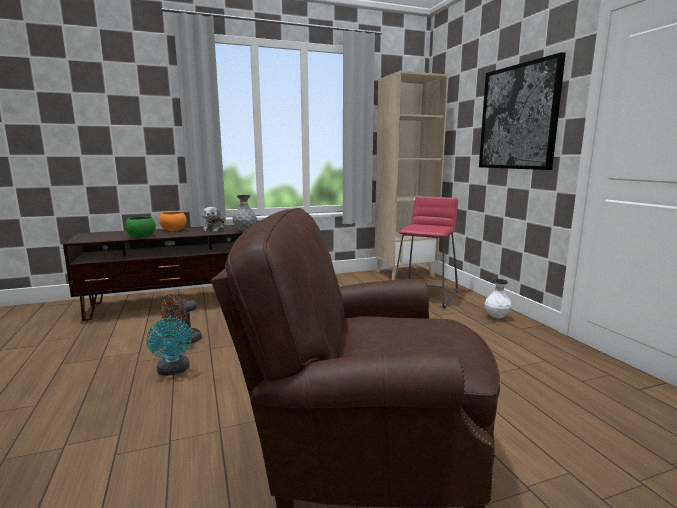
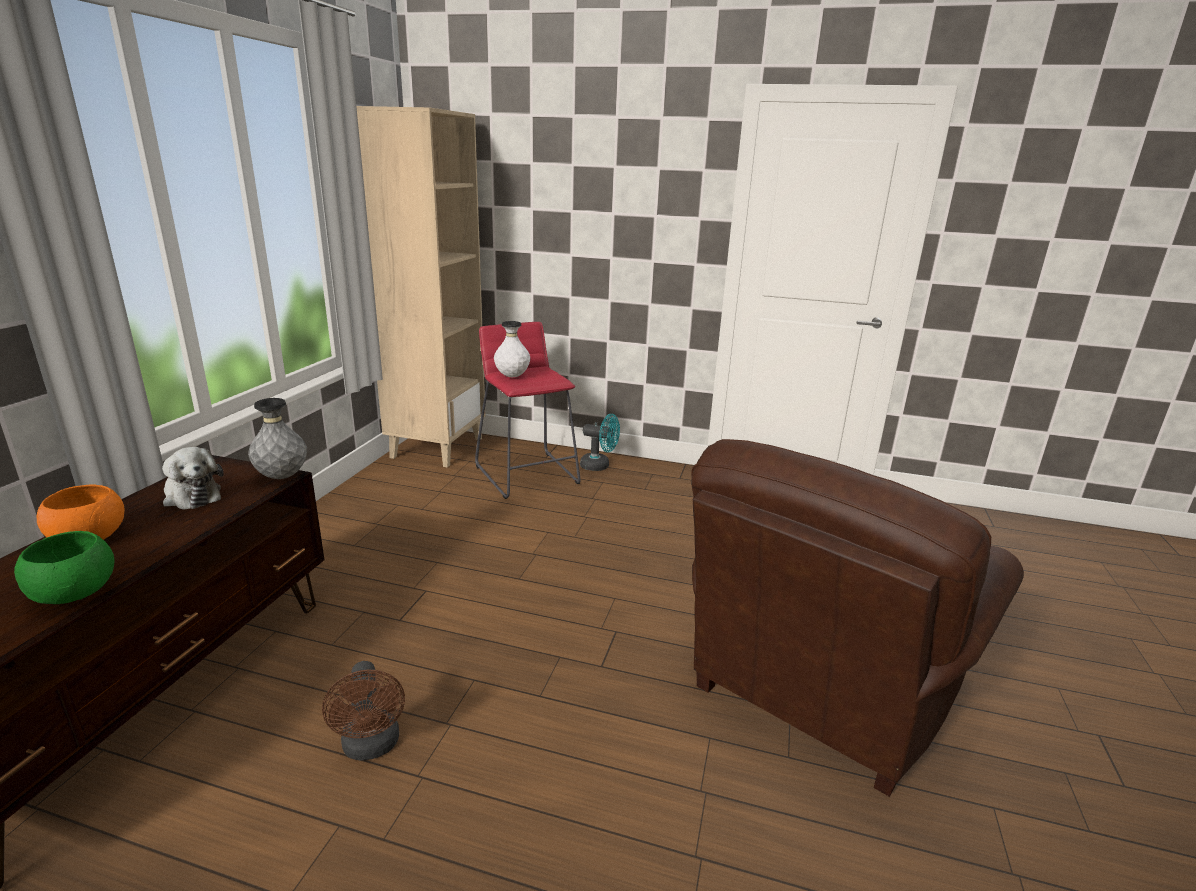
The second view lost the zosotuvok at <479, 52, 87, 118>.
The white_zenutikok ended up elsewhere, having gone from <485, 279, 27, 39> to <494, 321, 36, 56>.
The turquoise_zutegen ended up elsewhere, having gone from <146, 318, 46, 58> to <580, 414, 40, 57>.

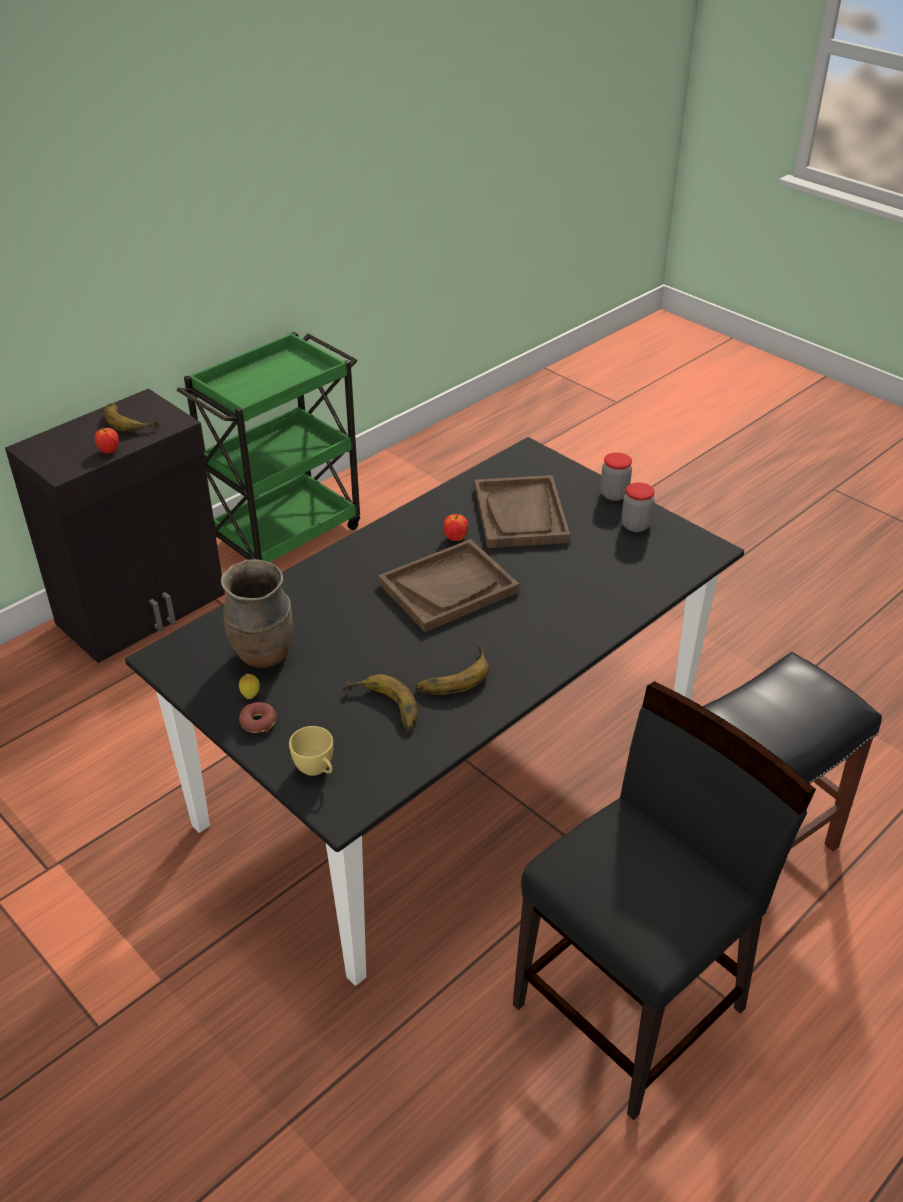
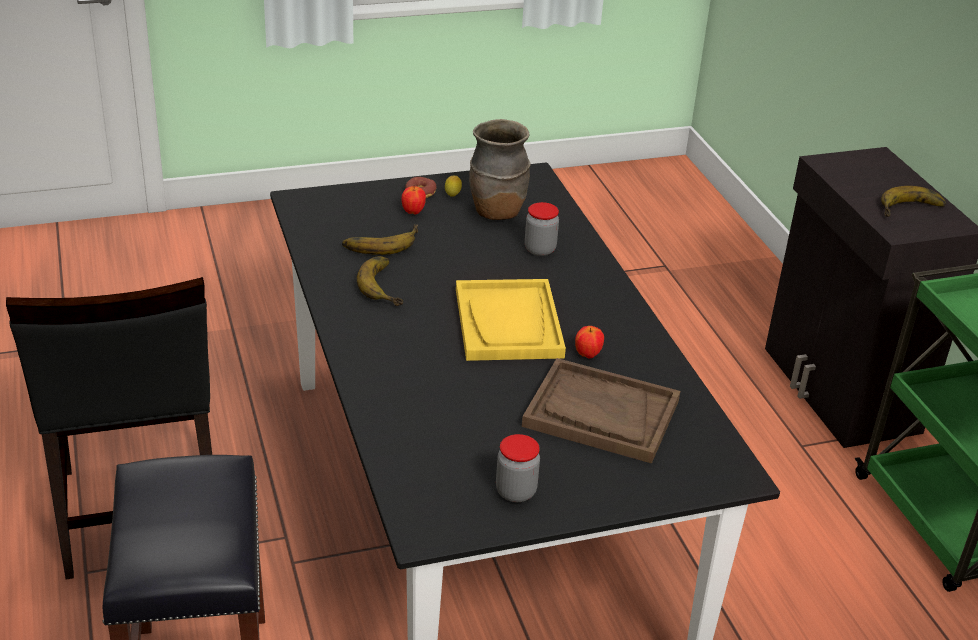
The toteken ended up elsewhere, having gone from <95, 428, 24, 26> to <402, 185, 24, 30>.
The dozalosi ended up elsewhere, having gone from <600, 452, 32, 49> to <525, 202, 34, 54>.
What was the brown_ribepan at <378, 539, 142, 93> turned into the yellow_ribepan at <456, 279, 110, 82>.
The second view lost the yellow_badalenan at <289, 726, 44, 50>.

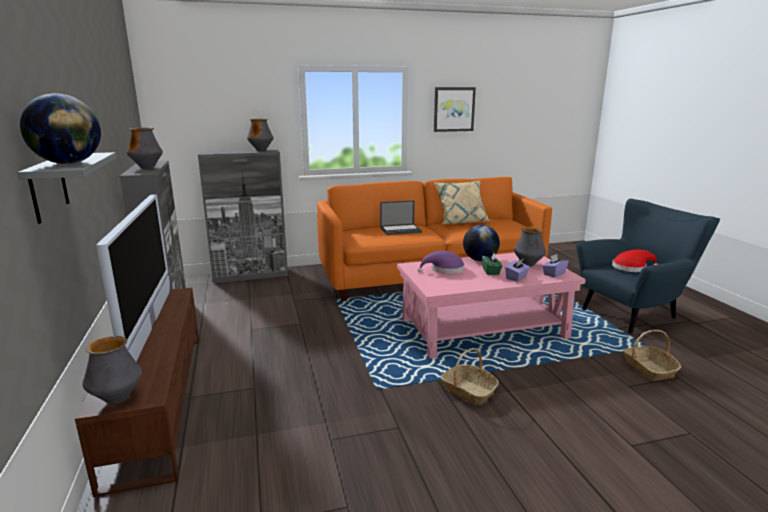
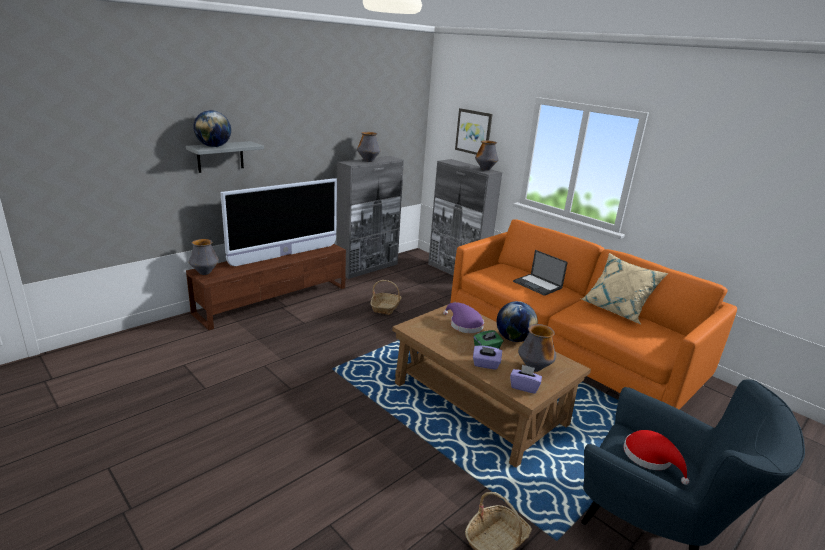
The zosotuvok ended up elsewhere, having gone from <434, 87, 42, 45> to <455, 108, 37, 47>.
What was the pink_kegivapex at <397, 253, 189, 106> turned into the brown_kegivapex at <392, 302, 199, 166>.
The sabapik ended up elsewhere, having gone from <441, 348, 58, 57> to <371, 280, 30, 35>.

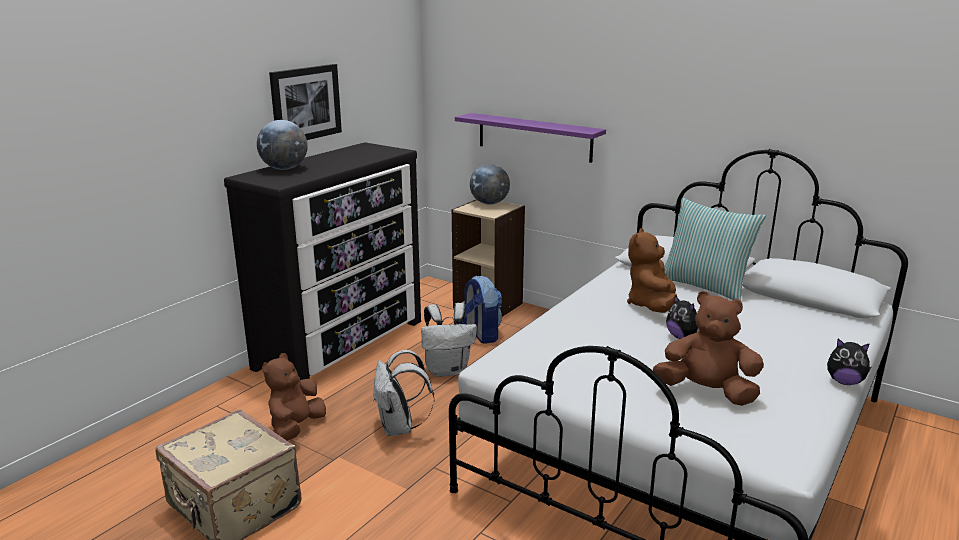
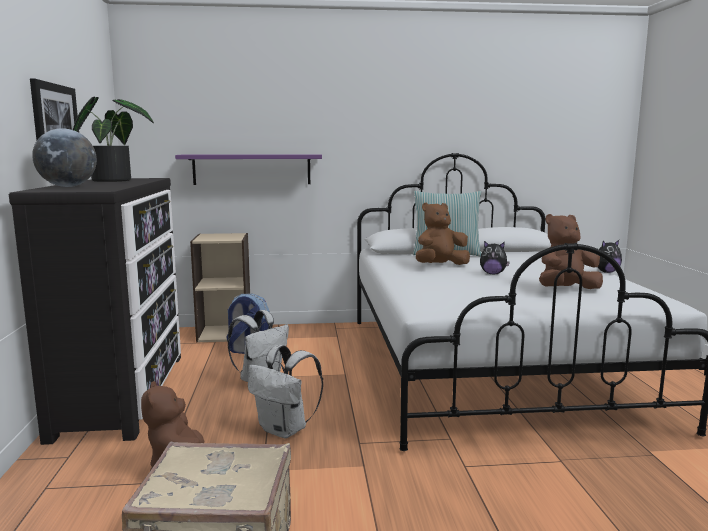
The second view lost the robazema at <470, 164, 40, 41>.
The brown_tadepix at <627, 228, 50, 85> ended up facing another way, 90 degrees clockwise from before.
The second view gained the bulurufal at <73, 97, 81, 85>.

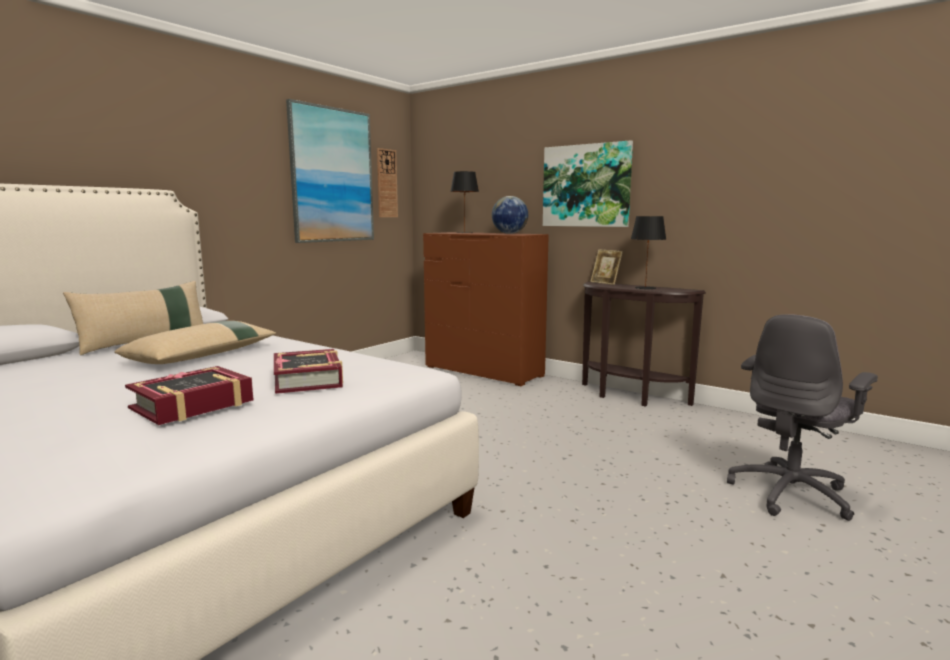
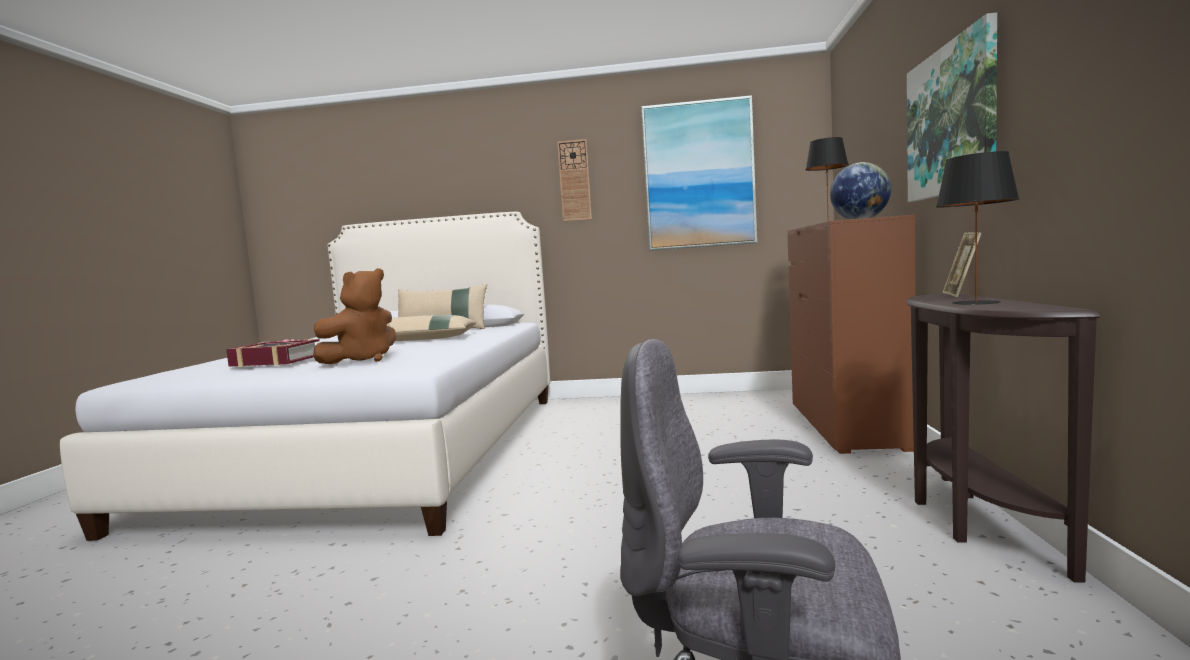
The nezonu ended up elsewhere, having gone from <377, 148, 21, 69> to <557, 139, 35, 83>.
Where the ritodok stood at <274, 349, 69, 45>, the brown_tadepix came to stand at <313, 268, 83, 96>.

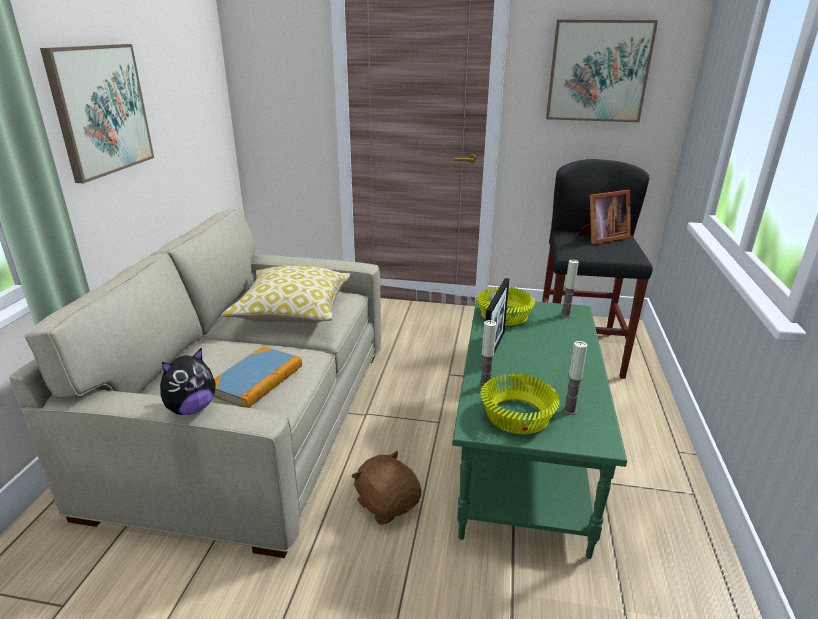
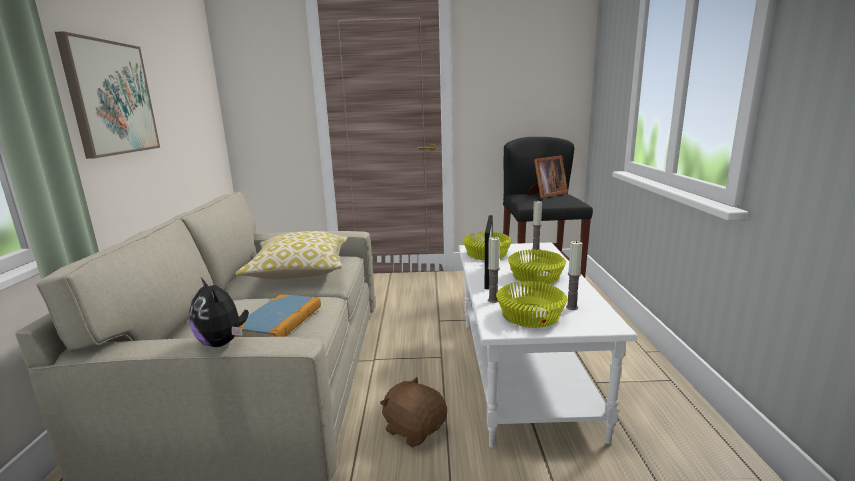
The second view lost the zosotuvok at <546, 20, 112, 102>.
What was the green_kegivapex at <452, 298, 175, 261> turned into the white_kegivapex at <458, 242, 179, 206>.
The tadepix at <160, 347, 56, 68> ended up facing another way, 105 degrees clockwise from before.
The second view gained the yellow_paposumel at <508, 249, 58, 35>.

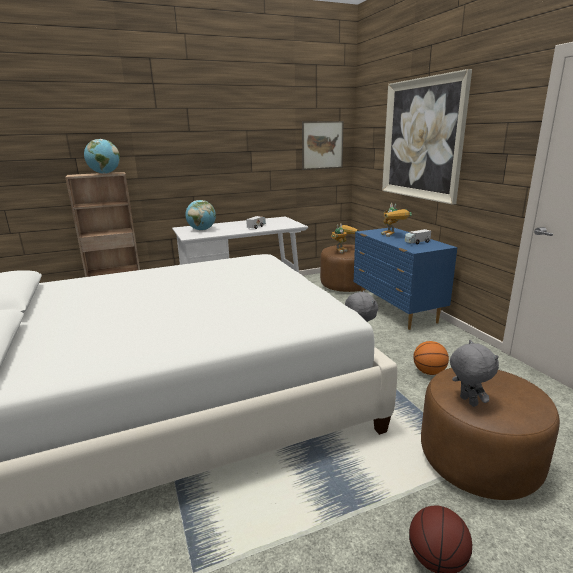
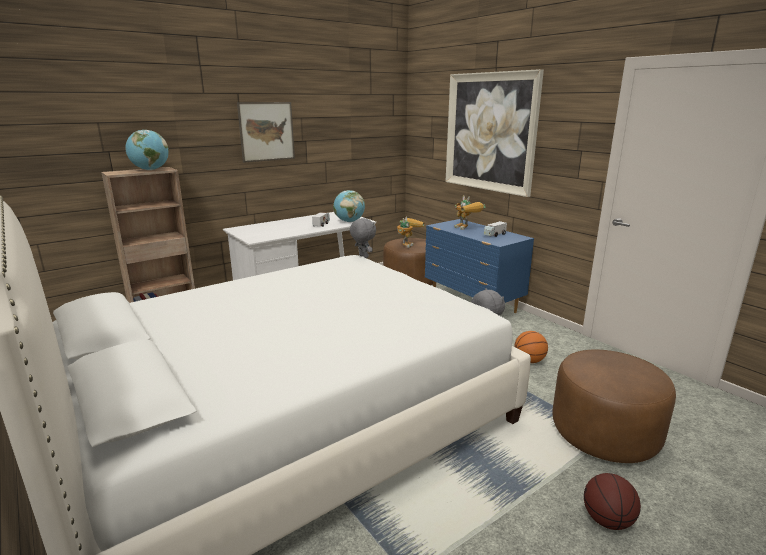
The zosotuvok ended up elsewhere, having gone from <302, 121, 42, 49> to <237, 102, 58, 61>.
The robazema ended up elsewhere, having gone from <185, 200, 31, 31> to <333, 190, 32, 32>.
The grey_tadepix ended up elsewhere, having gone from <450, 340, 49, 67> to <350, 218, 26, 40>.

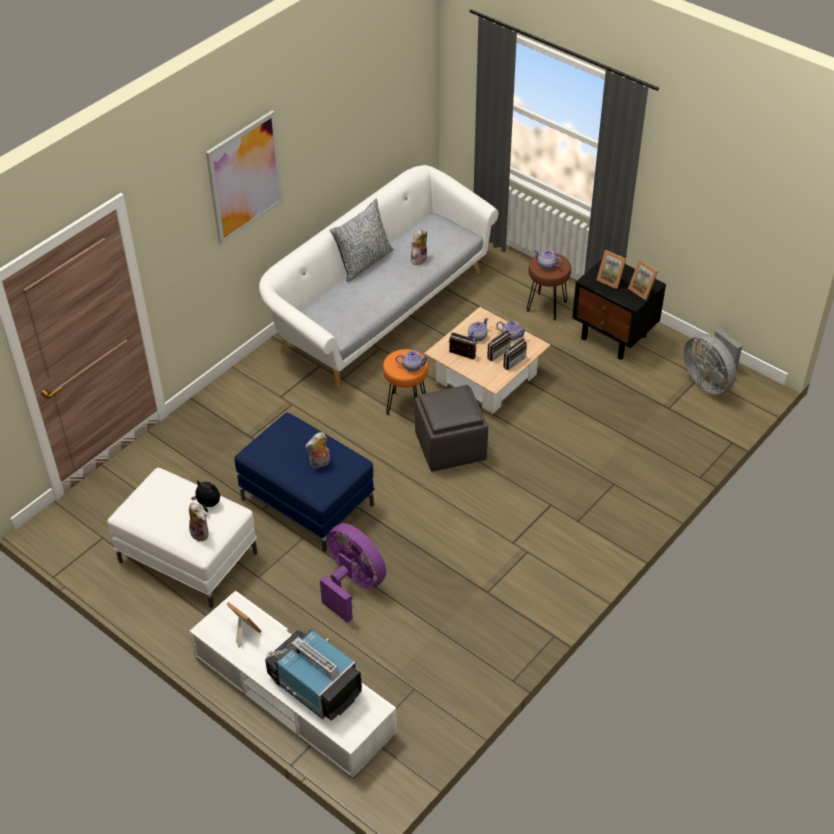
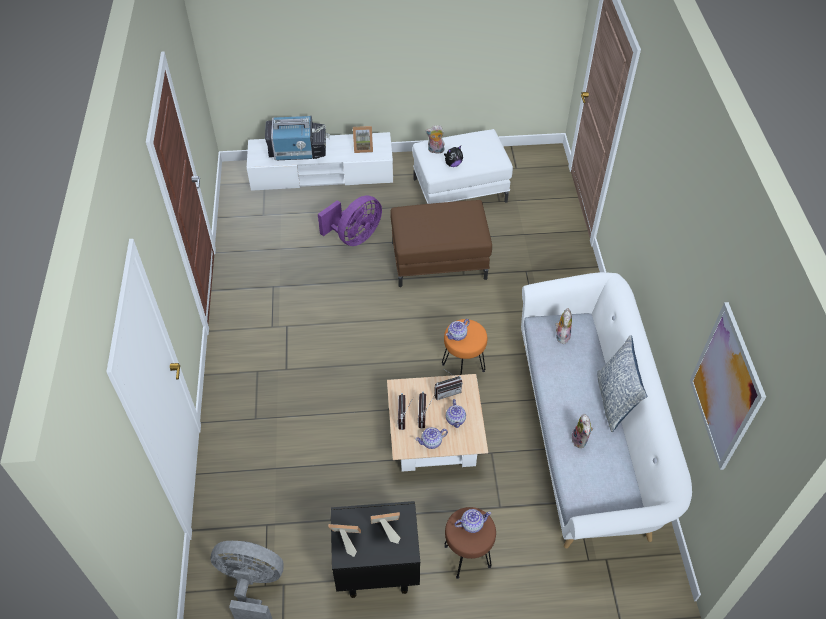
The zosotuvok ended up elsewhere, having gone from <206, 110, 77, 135> to <690, 302, 76, 168>.
The second view lost the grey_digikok at <414, 385, 74, 87>.
What was the blue_digikok at <234, 413, 141, 139> turned into the brown_digikok at <390, 200, 102, 87>.
The tadepix ended up elsewhere, having gone from <305, 432, 25, 37> to <555, 308, 17, 36>.
The purple_zutegen at <320, 523, 66, 100> ended up facing another way, 45 degrees counterclockwise from before.

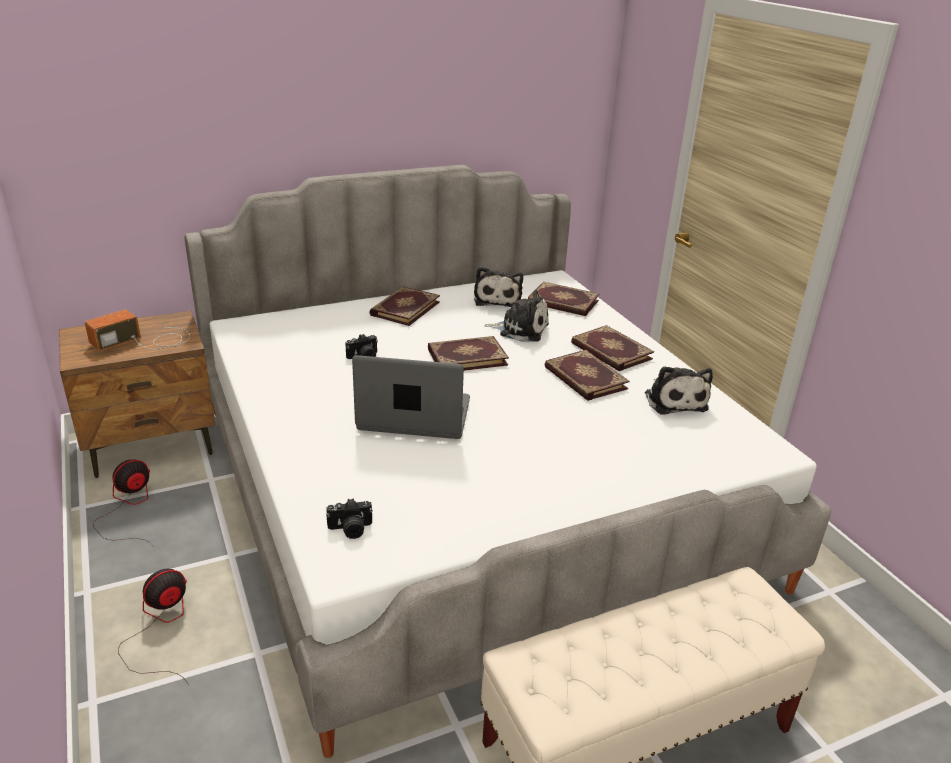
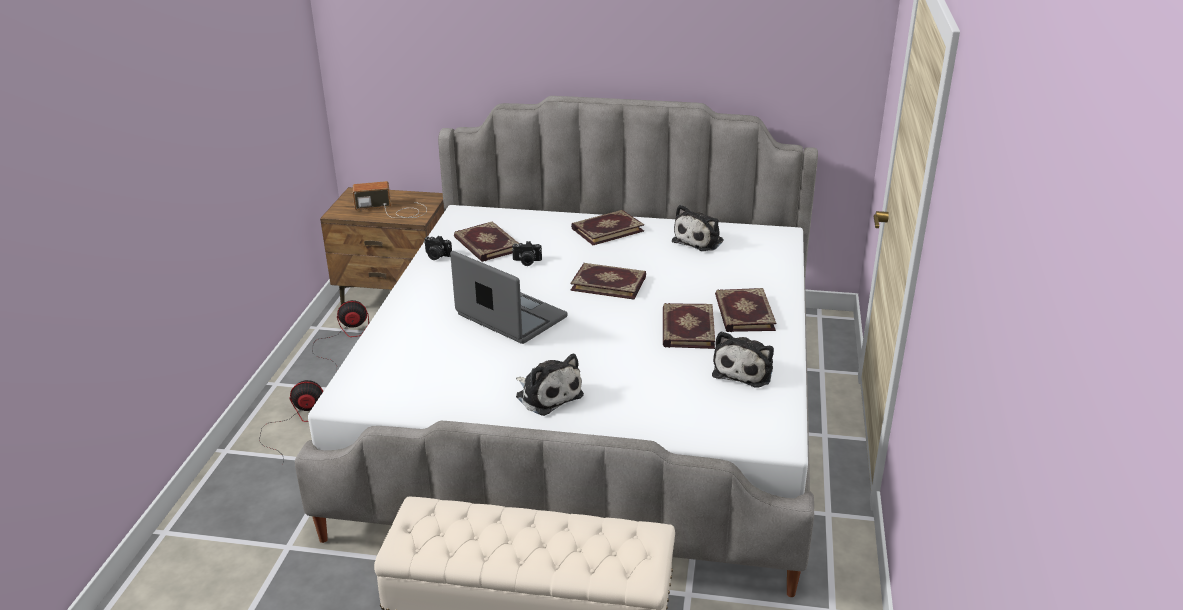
The ritodok ended up elsewhere, having gone from <528, 282, 72, 34> to <454, 221, 65, 41>.
The tadepix ended up elsewhere, having gone from <484, 290, 65, 52> to <516, 354, 68, 62>.
The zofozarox ended up elsewhere, having gone from <326, 498, 47, 41> to <424, 236, 28, 24>.

